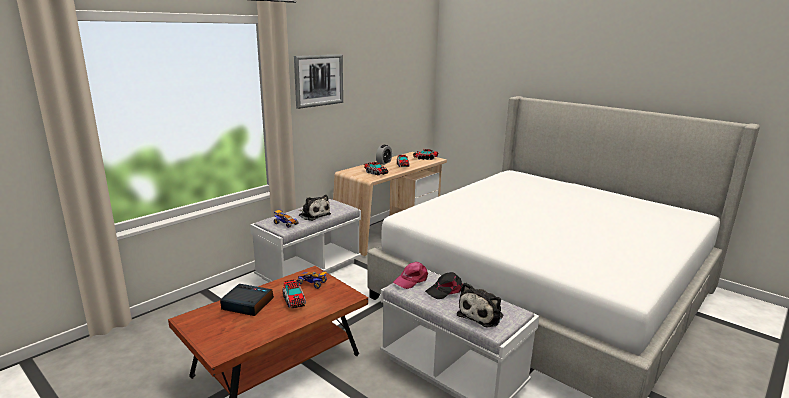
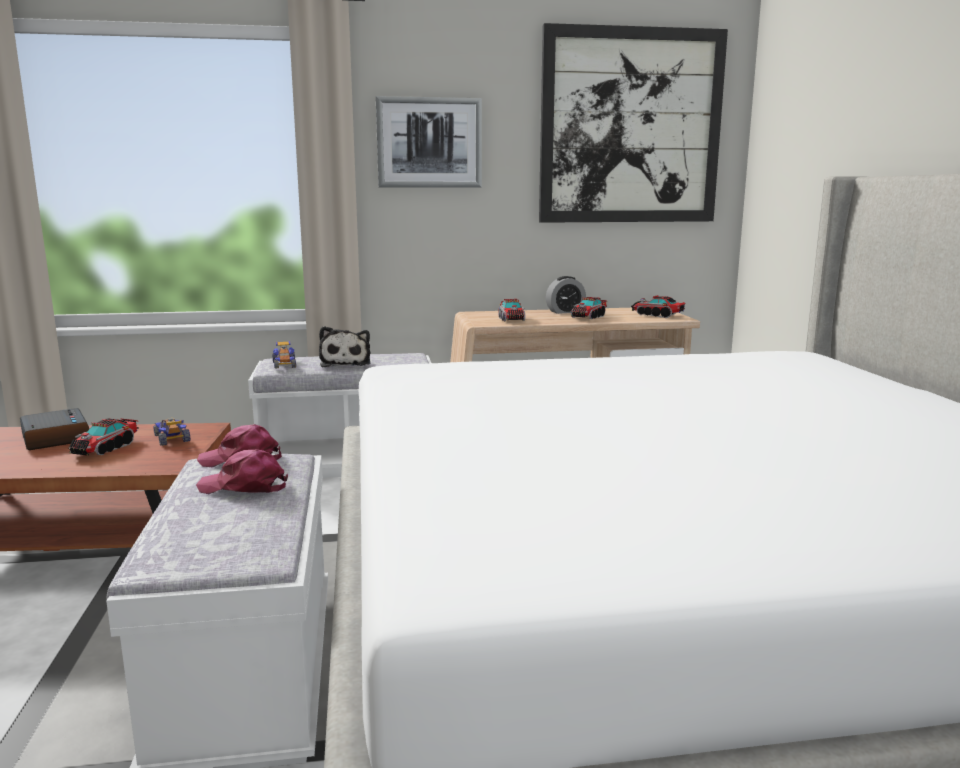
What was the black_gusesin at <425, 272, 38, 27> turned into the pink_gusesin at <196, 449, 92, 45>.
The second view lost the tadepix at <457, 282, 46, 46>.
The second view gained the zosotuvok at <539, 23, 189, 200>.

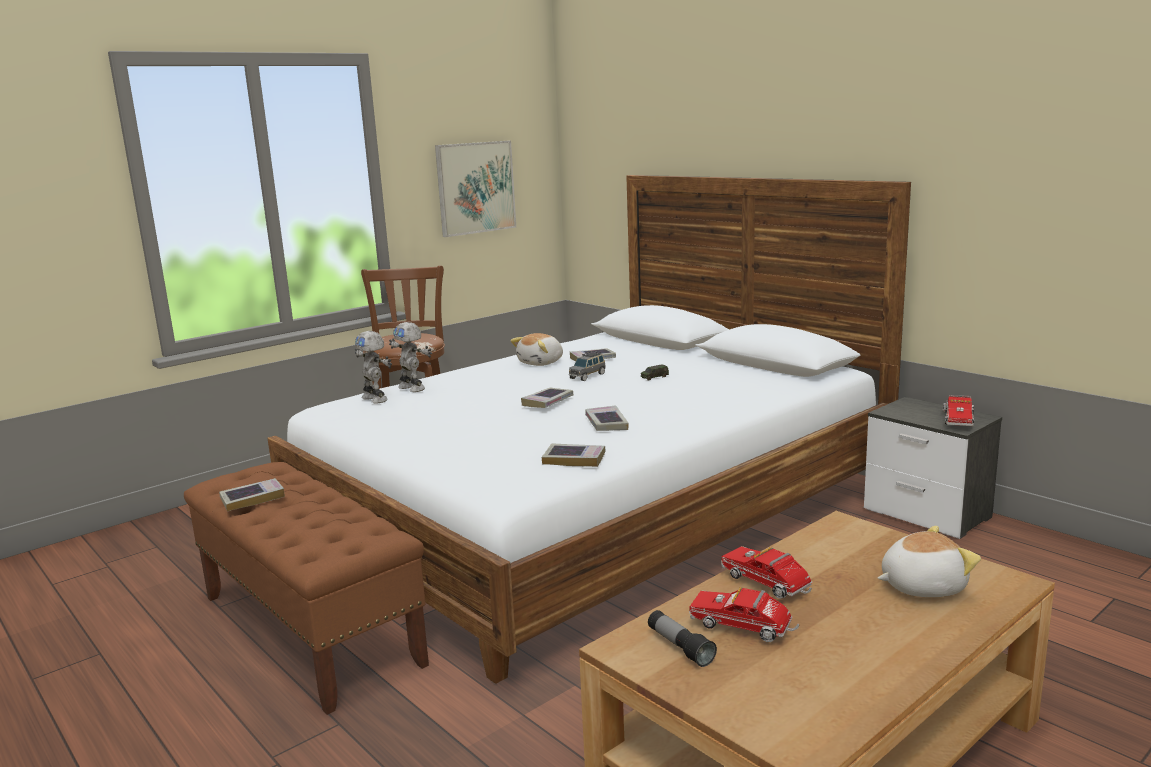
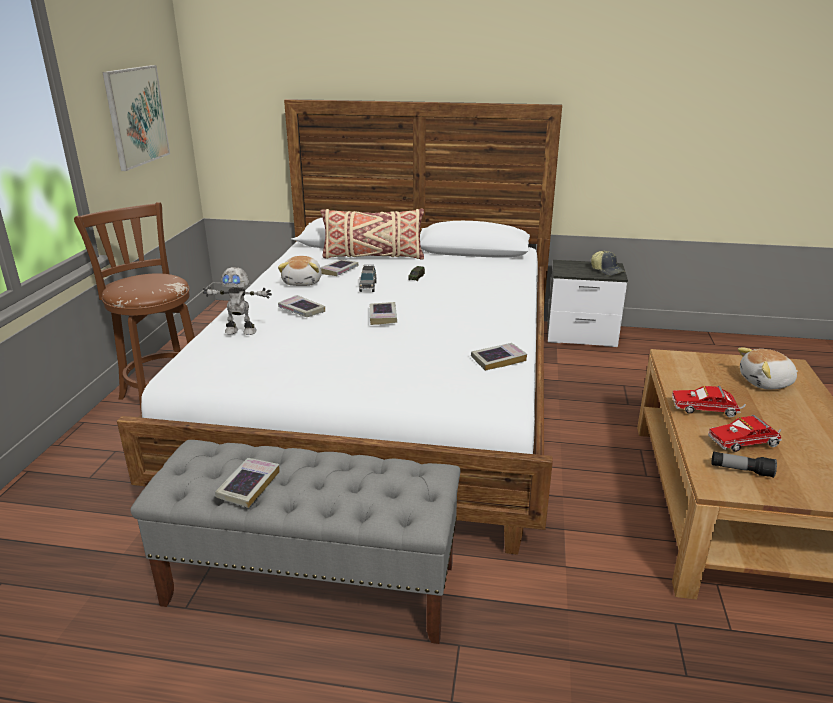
The second view lost the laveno at <355, 331, 37, 73>.
Where the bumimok stood at <943, 395, 31, 31>, the gusesin came to stand at <591, 251, 34, 25>.
The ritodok ended up elsewhere, having gone from <585, 406, 44, 25> to <278, 295, 47, 22>.
What was the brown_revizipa at <184, 462, 245, 253> turned into the grey_revizipa at <130, 440, 330, 204>.
The tadepix at <878, 526, 103, 71> ended up facing another way, 135 degrees counterclockwise from before.
The second view gained the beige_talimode at <320, 209, 104, 51>.

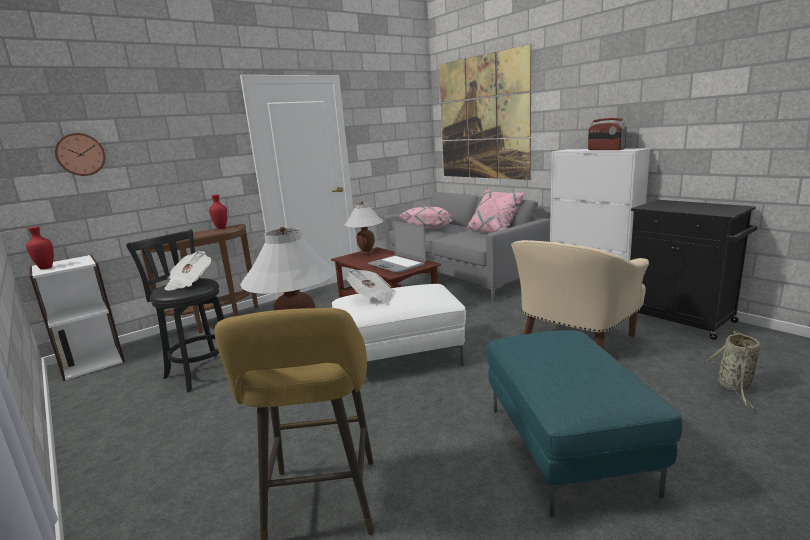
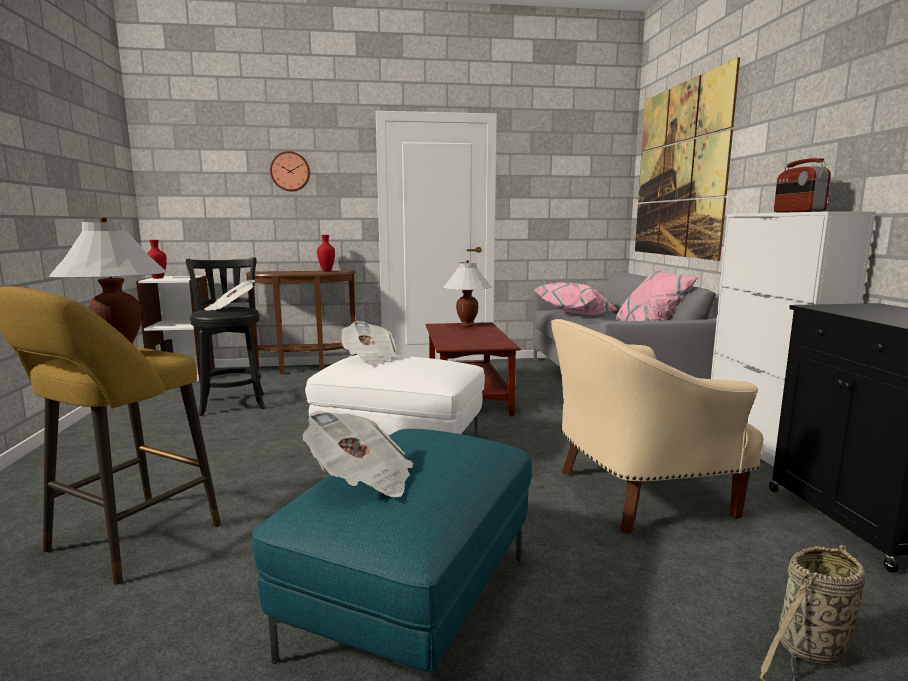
The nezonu ended up elsewhere, having gone from <55, 133, 51, 43> to <270, 151, 40, 41>.
The second view lost the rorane at <368, 221, 58, 52>.
The second view gained the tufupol at <302, 411, 111, 87>.

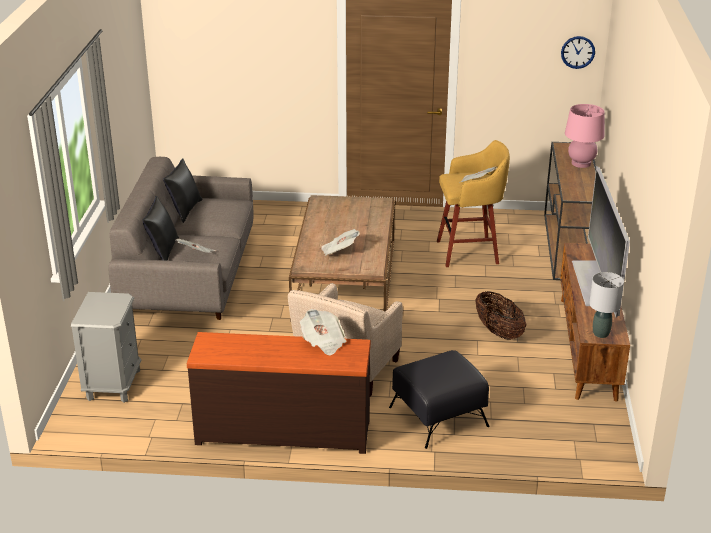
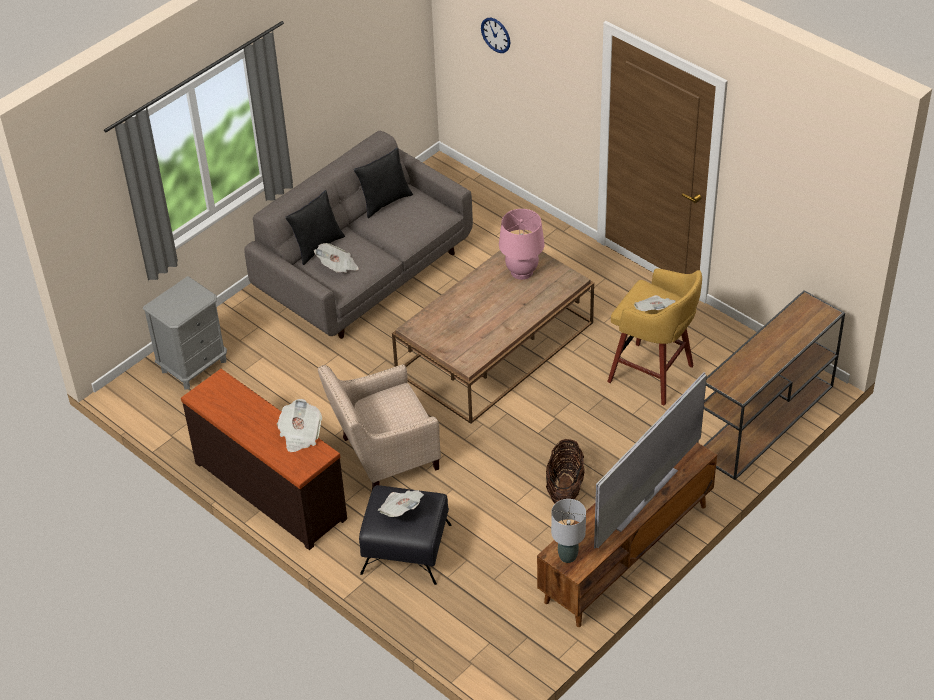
The nezonu ended up elsewhere, having gone from <561, 36, 34, 33> to <481, 18, 30, 35>.
The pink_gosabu ended up elsewhere, having gone from <565, 104, 39, 64> to <499, 209, 46, 71>.
The tufupol ended up elsewhere, having gone from <321, 229, 39, 27> to <378, 490, 46, 27>.

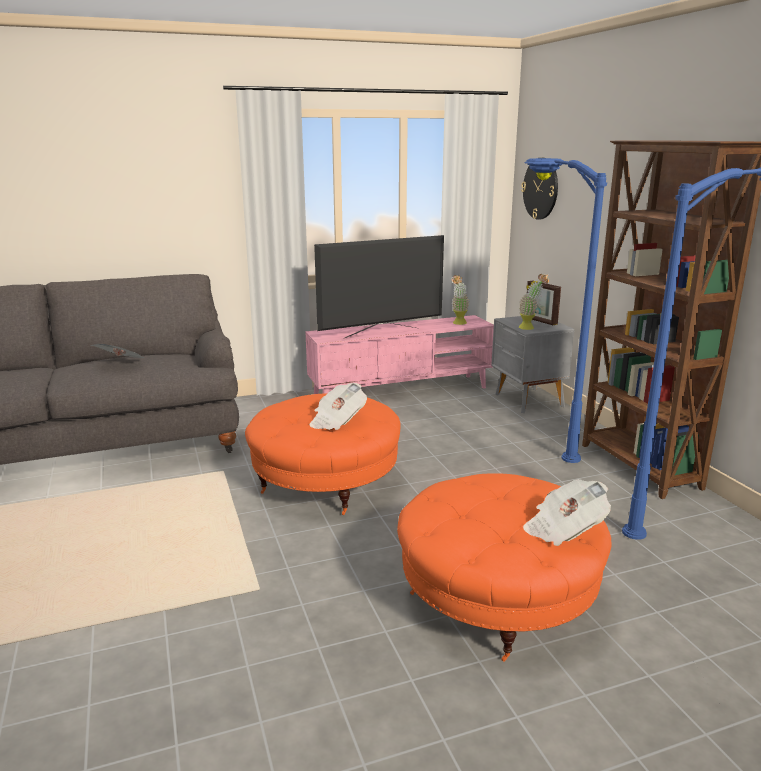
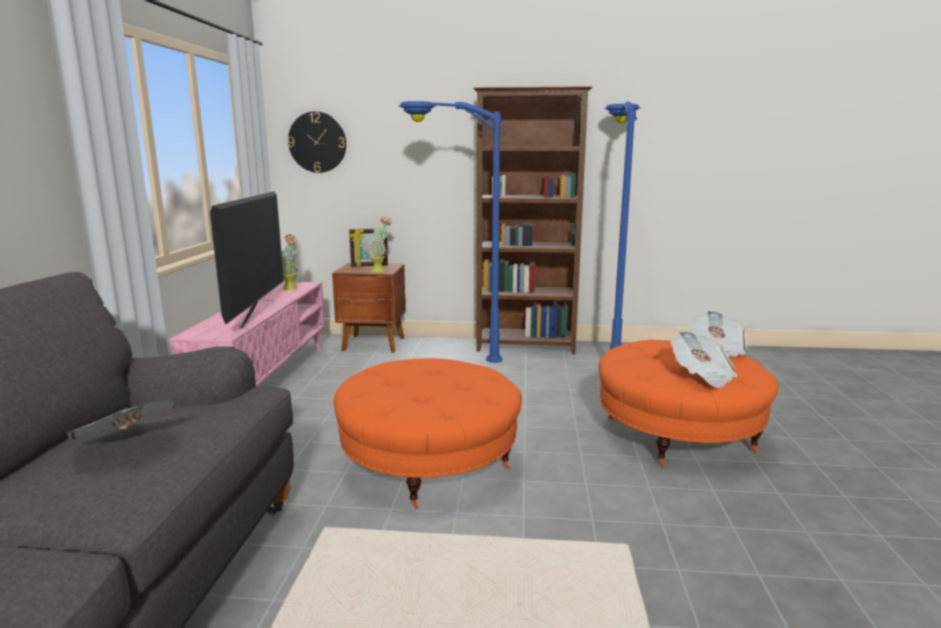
What was the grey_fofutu at <491, 316, 84, 97> turned into the brown_fofutu at <332, 263, 74, 90>.
The tufupol ended up elsewhere, having gone from <309, 383, 58, 47> to <671, 331, 67, 57>.

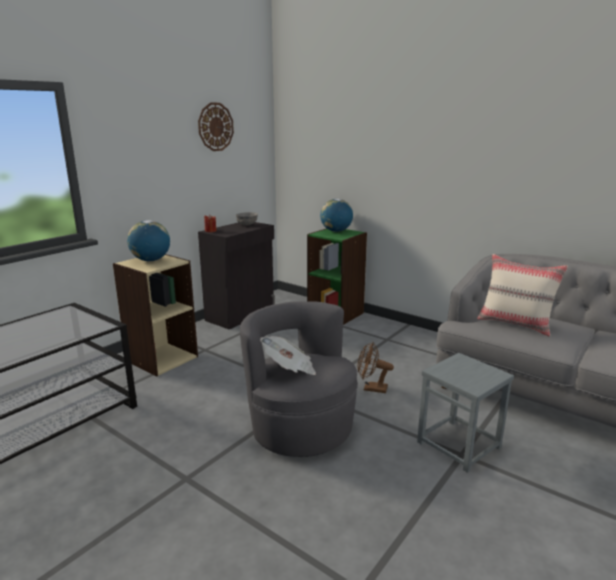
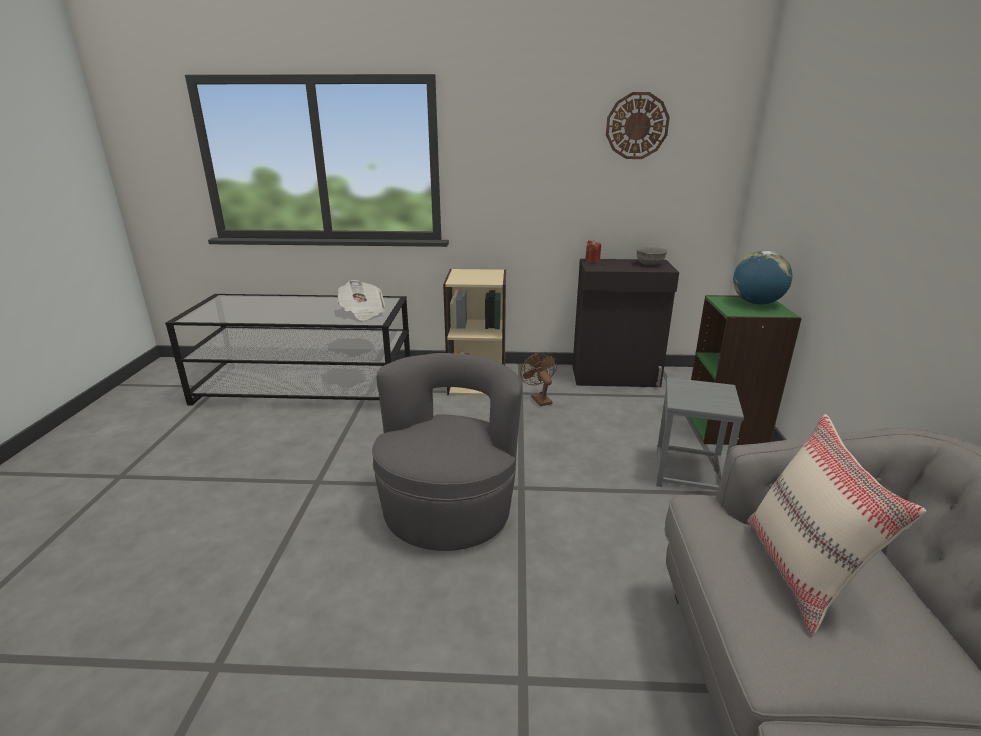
The second view lost the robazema at <127, 220, 43, 41>.
The tufupol ended up elsewhere, having gone from <260, 336, 56, 39> to <338, 280, 47, 41>.
The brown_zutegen ended up elsewhere, having gone from <357, 342, 37, 51> to <520, 352, 37, 54>.
The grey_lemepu ended up elsewhere, having gone from <417, 353, 97, 120> to <656, 377, 88, 114>.

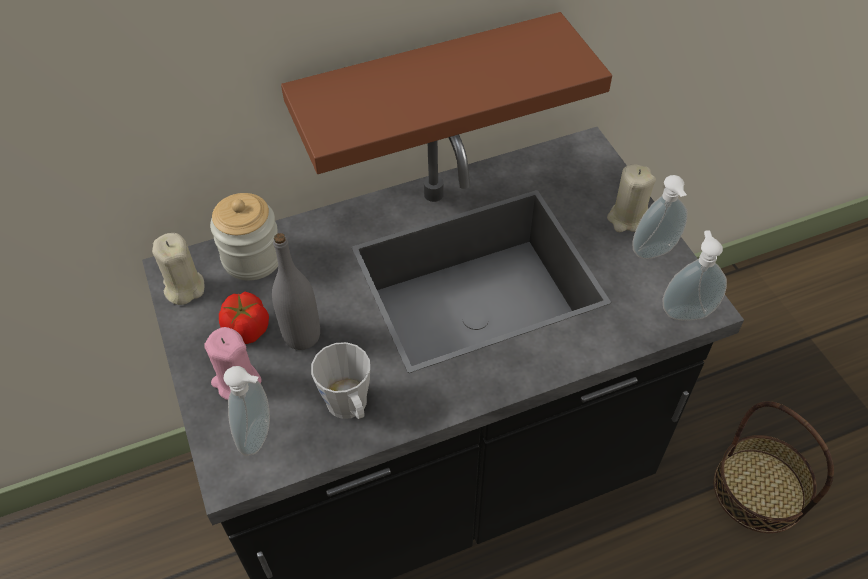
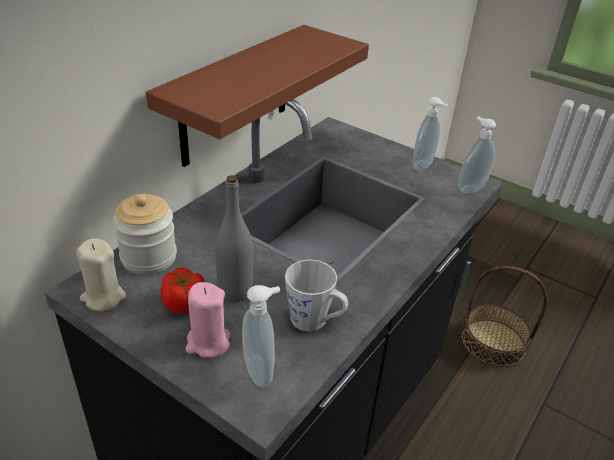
The second view lost the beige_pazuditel at <607, 164, 49, 68>.

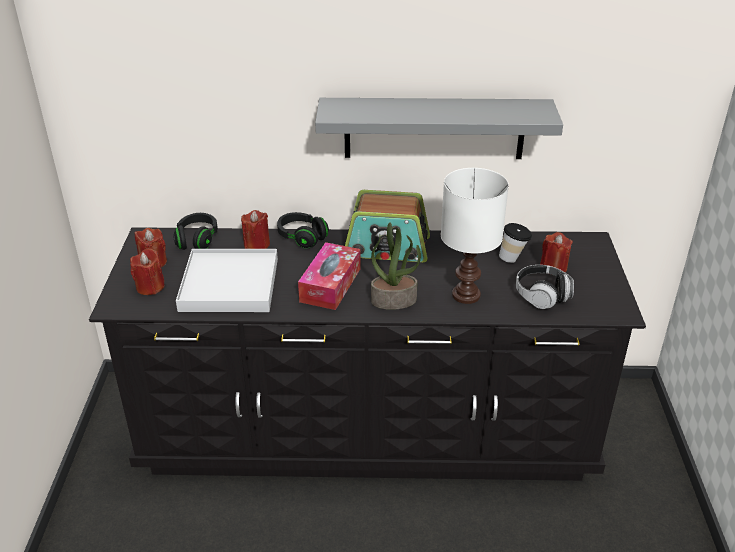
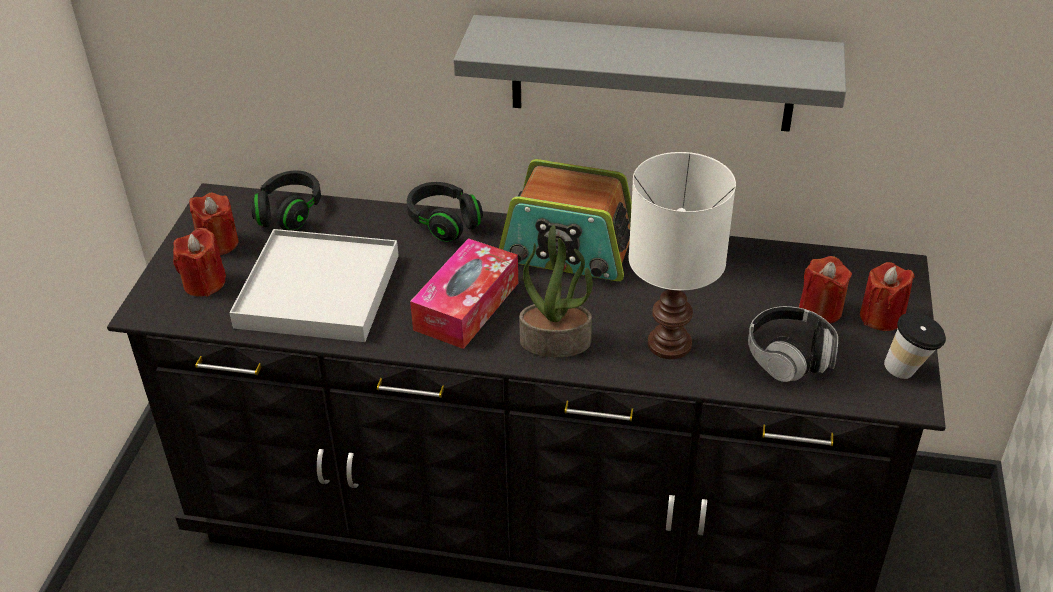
The red_pazuditel ended up elsewhere, having gone from <241, 210, 29, 39> to <860, 262, 55, 69>.
The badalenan ended up elsewhere, having gone from <499, 223, 33, 40> to <884, 312, 62, 67>.

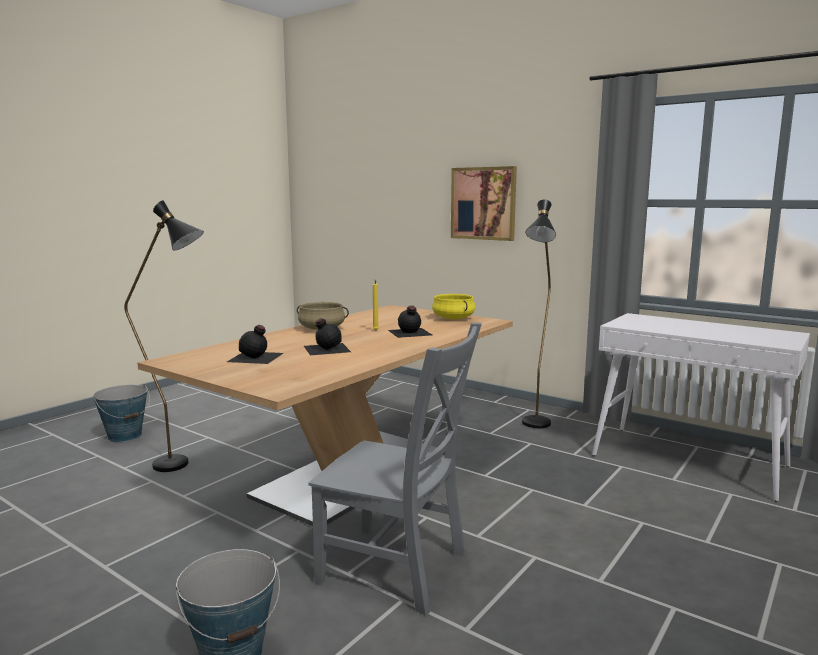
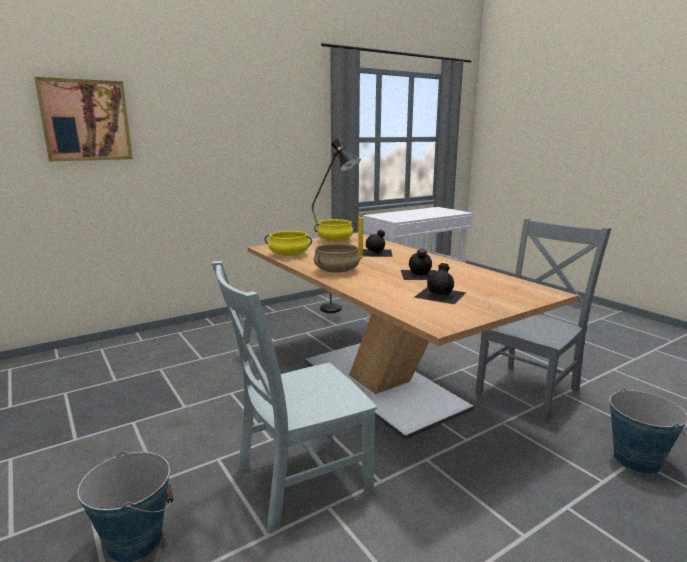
The zosotuvok ended up elsewhere, having gone from <451, 166, 66, 75> to <34, 77, 99, 85>.
Where the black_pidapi stood at <124, 200, 80, 272>, the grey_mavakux came to stand at <212, 261, 165, 272>.
The second view gained the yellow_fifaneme at <265, 231, 47, 25>.

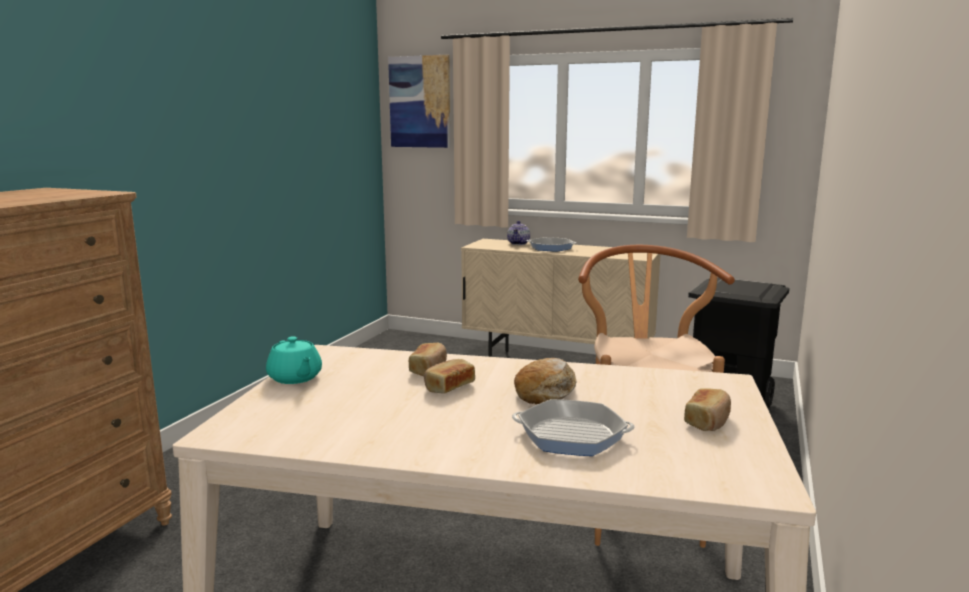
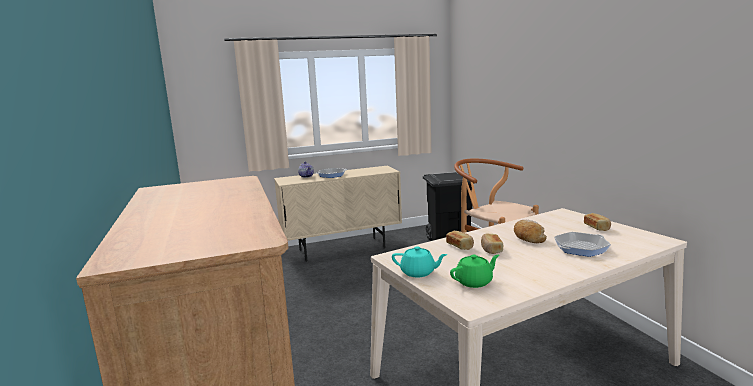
The second view lost the zosotuvok at <388, 55, 62, 93>.
The second view gained the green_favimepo at <450, 254, 49, 34>.

